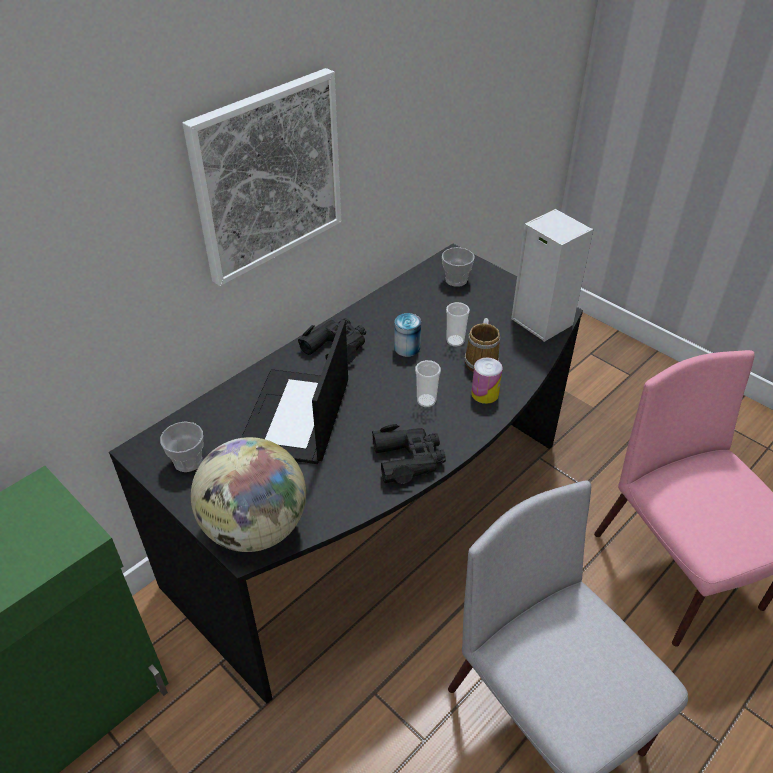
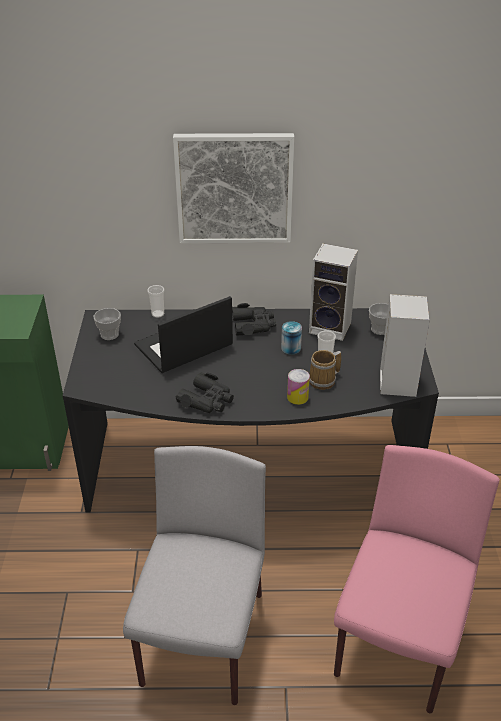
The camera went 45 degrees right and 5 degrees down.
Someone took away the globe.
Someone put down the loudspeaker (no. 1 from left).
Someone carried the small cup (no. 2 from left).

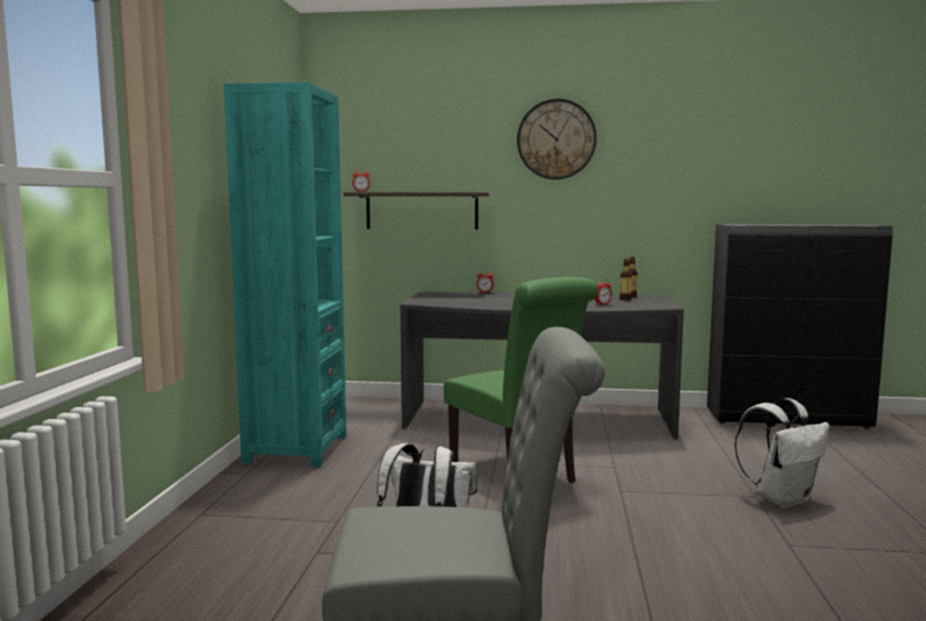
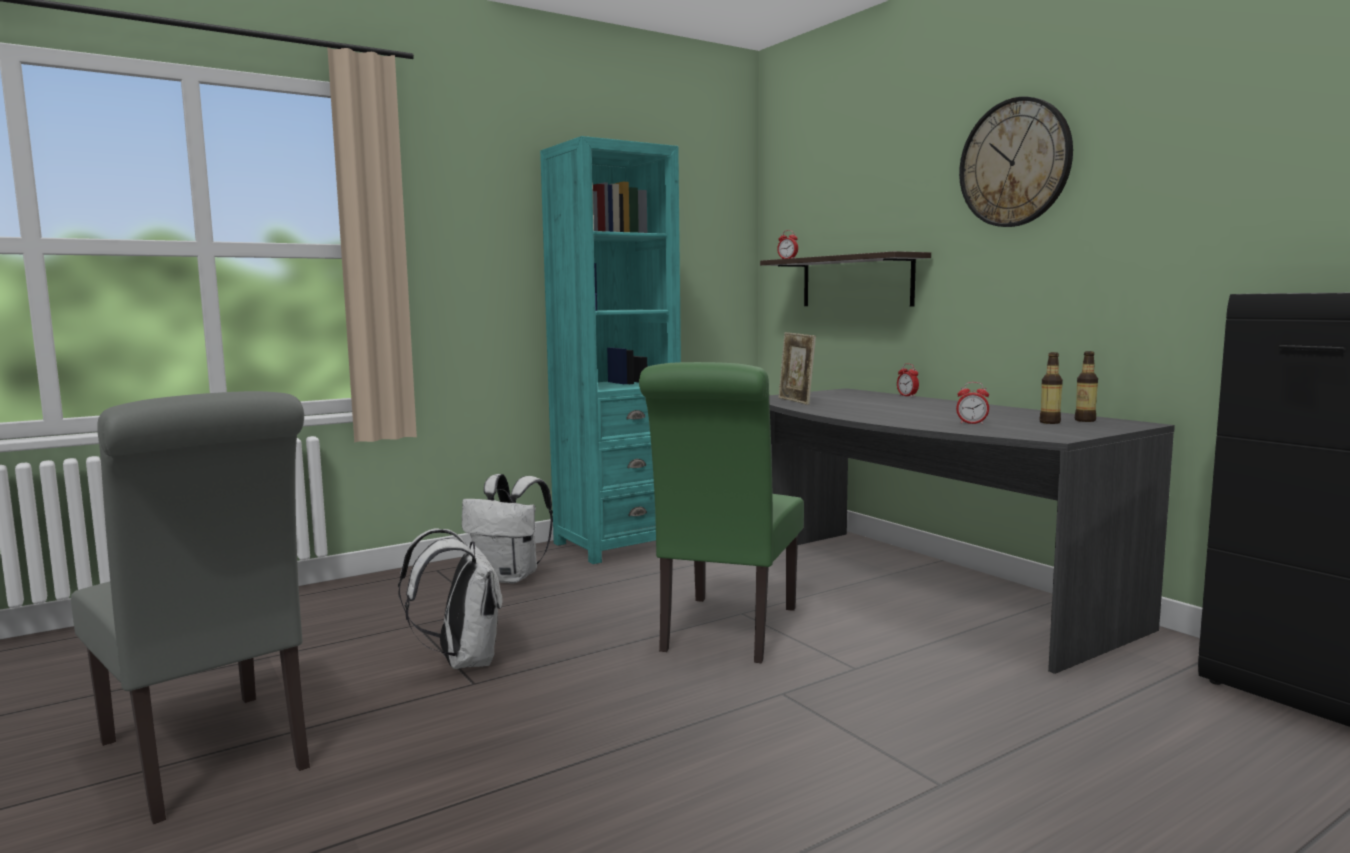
The camera went 50 degrees right and 0 degrees up.
Someone put down the standing frame.
Someone carried the white-coloured knapsack (no. 2 from left).

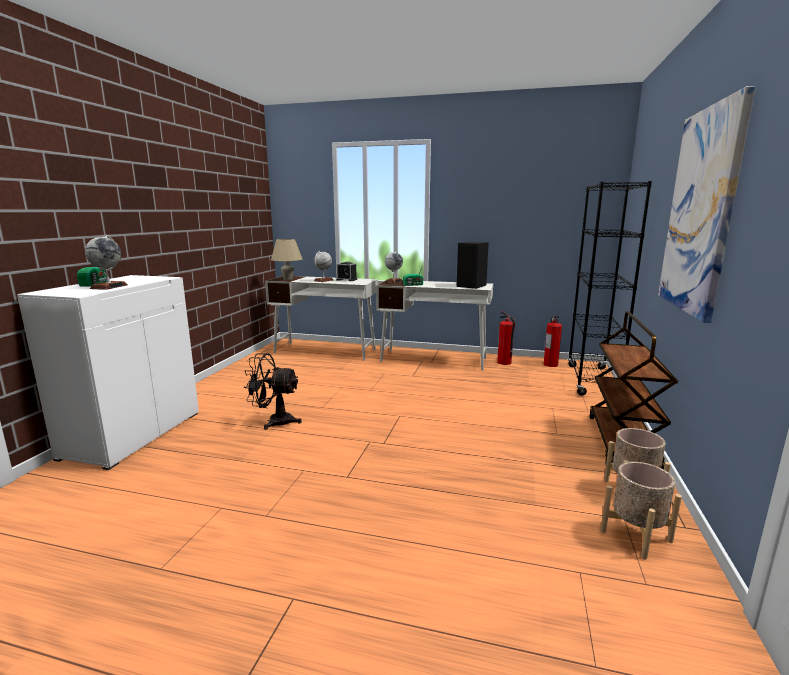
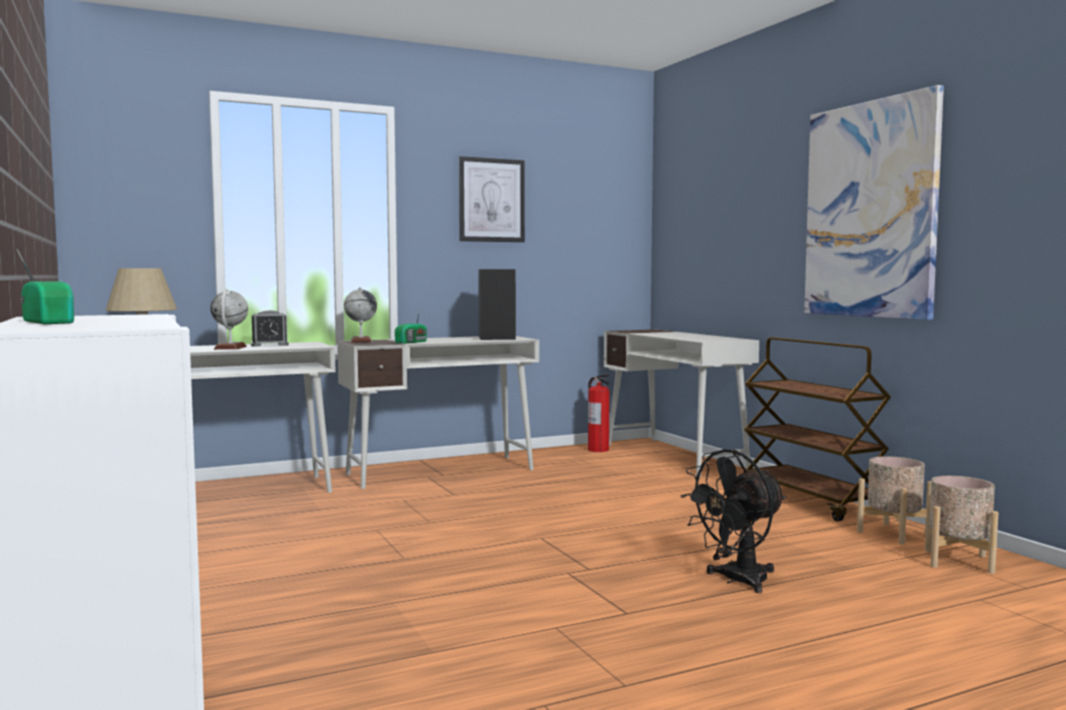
The camera went 40 degrees left and 10 degrees down.
Someone took away the globe (no. 1 from left).
Someone took away the extinguisher (no. 1 from left).
Someone put up the wall art (no. 1 from left).
Someone carried the blackish electric fan.
Someone swapped the blackish bookshelf for the white-coloured desk unit (no. 3 from left).

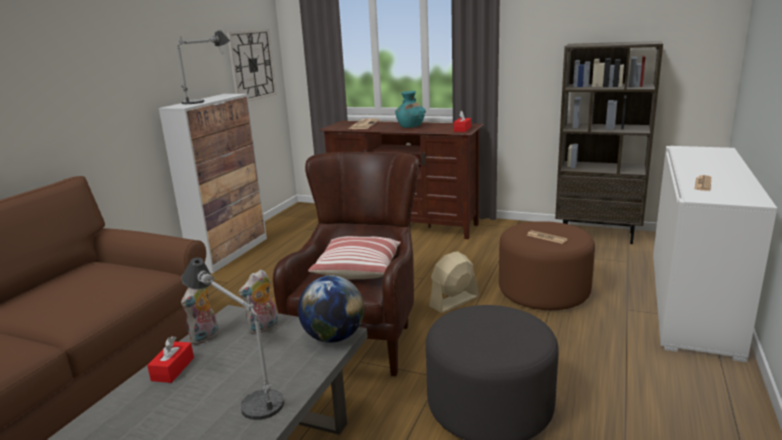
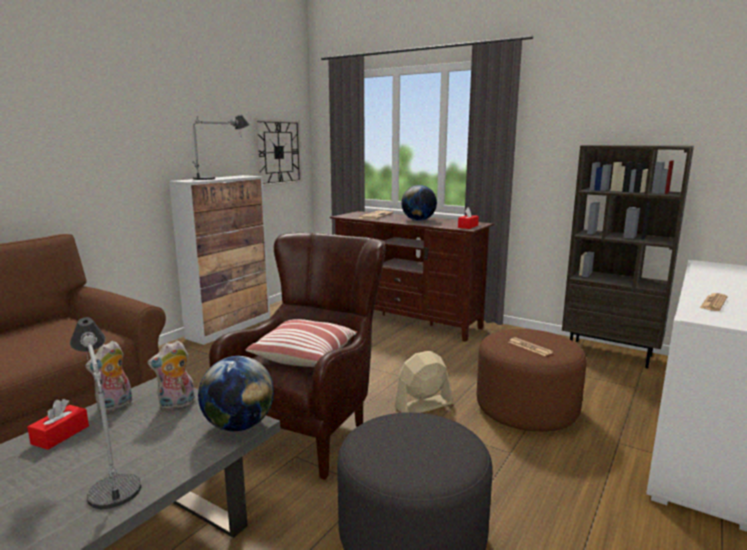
The camera went 10 degrees right and 5 degrees down.
Someone swapped the turquoise-coloured vase for the globe (no. 2 from left).

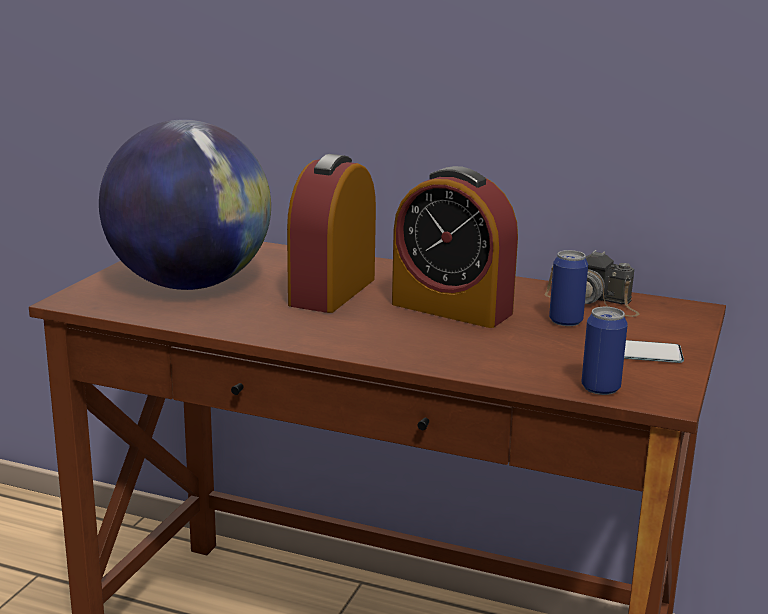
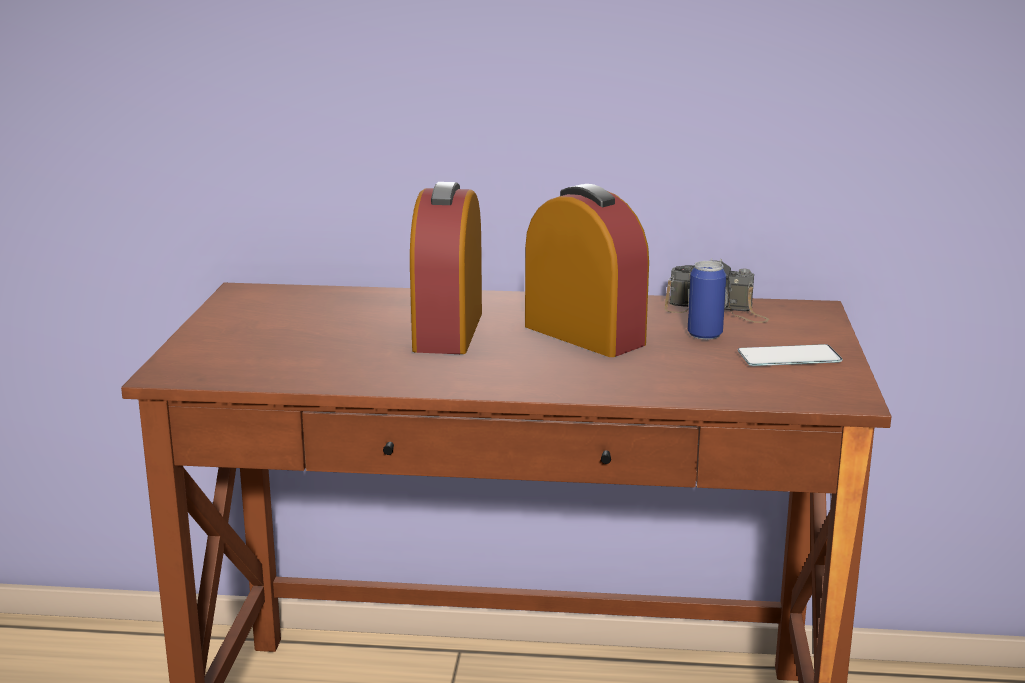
The camera went 15 degrees left and 0 degrees up.
Someone took away the globe.
Someone took away the sealed can (no. 2 from left).
Someone rotated the bedside clock (no. 2 from left) by 150 degrees counterclockwise.

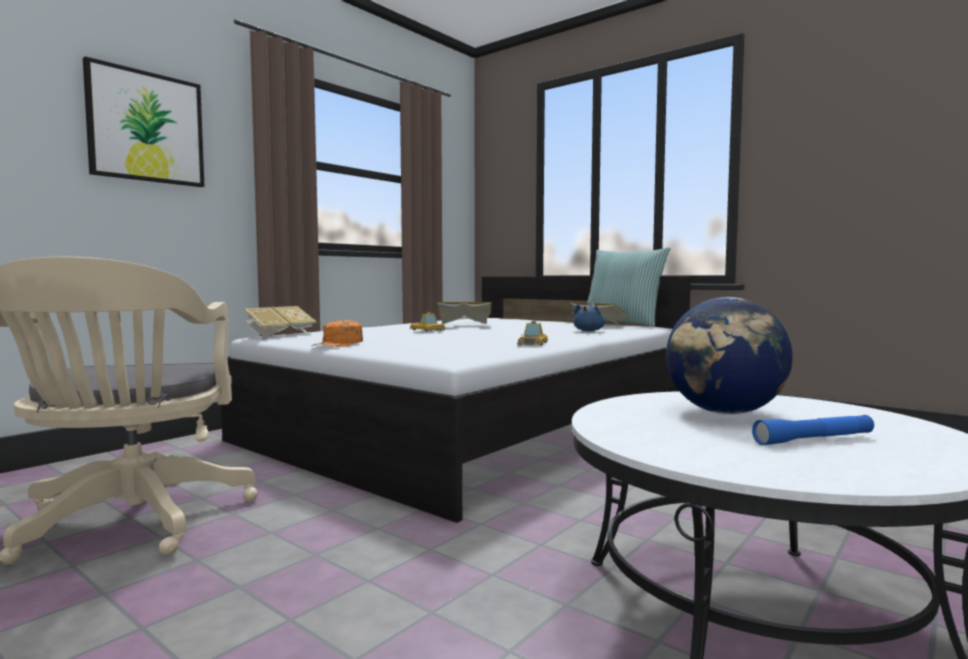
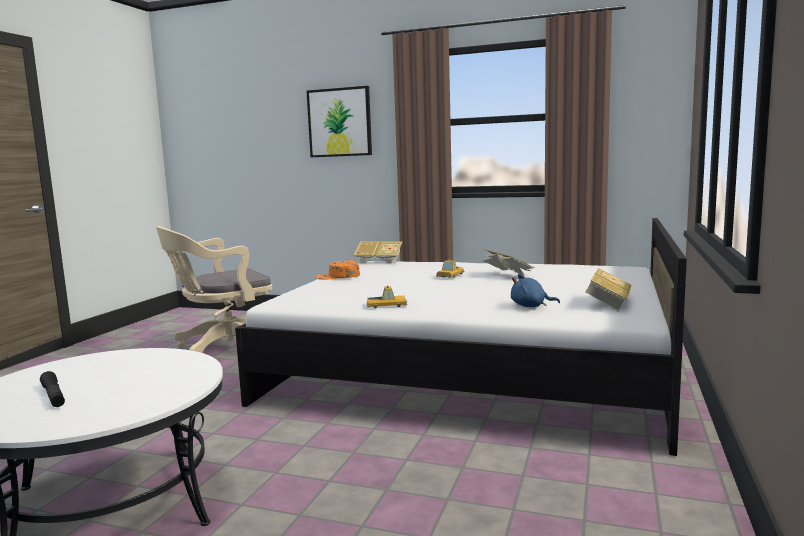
The camera went 70 degrees right and 5 degrees up.
Someone took away the cushion.
Someone took away the globe.
Someone repainted the bluish flashlight, which became the blackish flashlight.

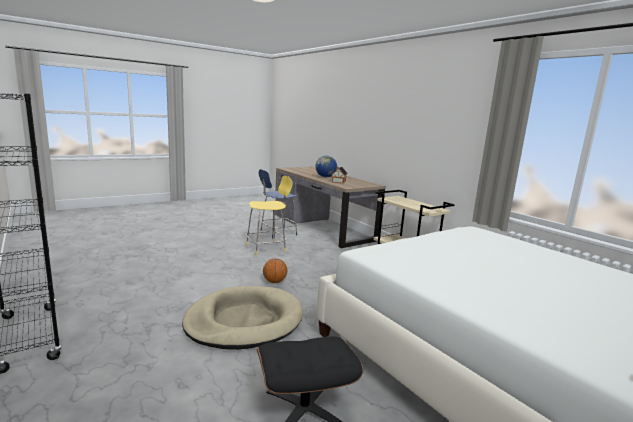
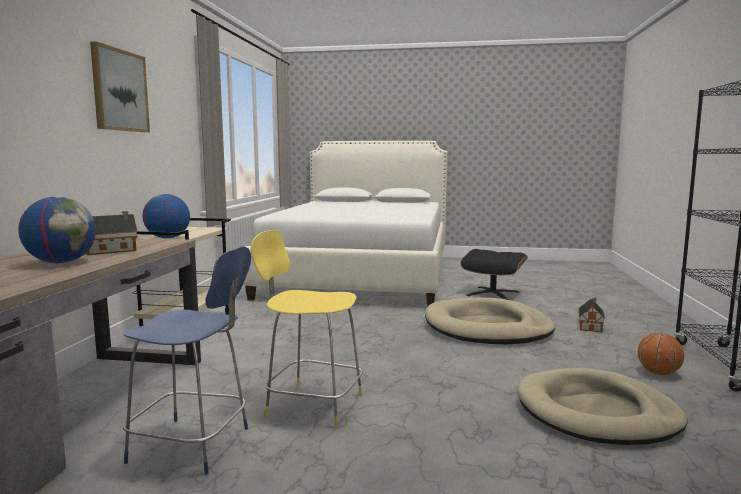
The camera went 135 degrees left and 5 degrees down.
Someone put up the wall art.
Someone put down the globe (no. 2 from left).
Someone put down the sand-coloured pet bed (no. 2 from left).
Someone put down the toy house (no. 2 from left).
Someone carried the basketball.

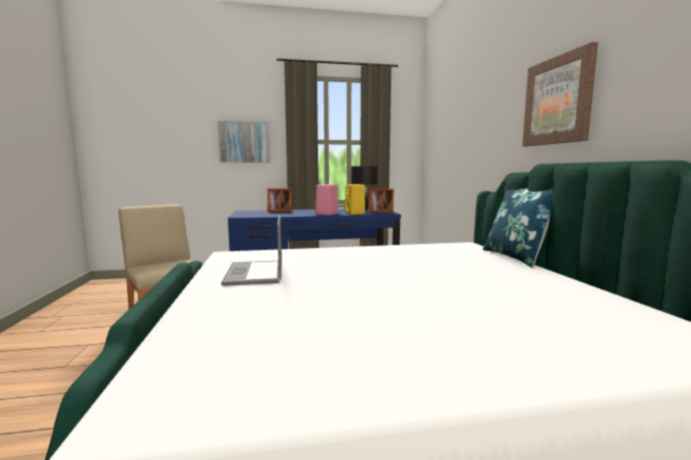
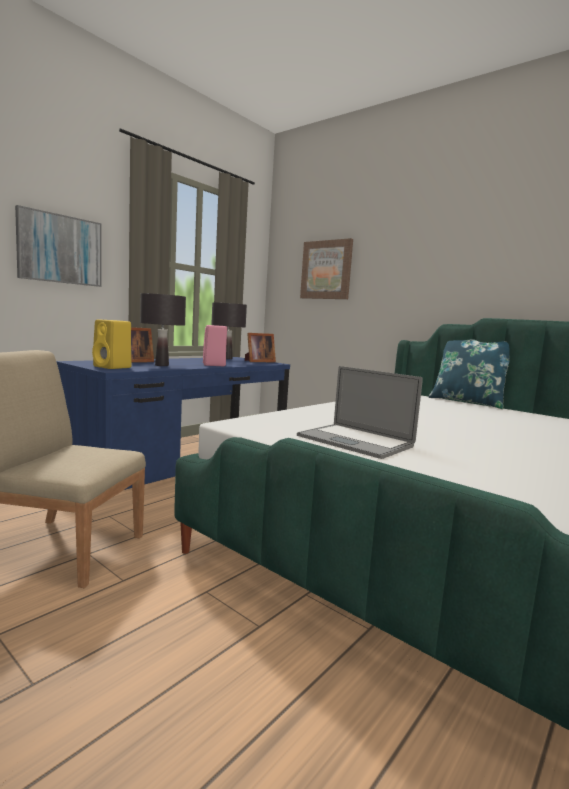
The camera went 40 degrees left and 0 degrees up.
Someone put down the blackish tabletop lamp (no. 1 from left).
Someone carried the yellow-coloured loudspeaker.
Someone carried the wall art (no. 2 from left).

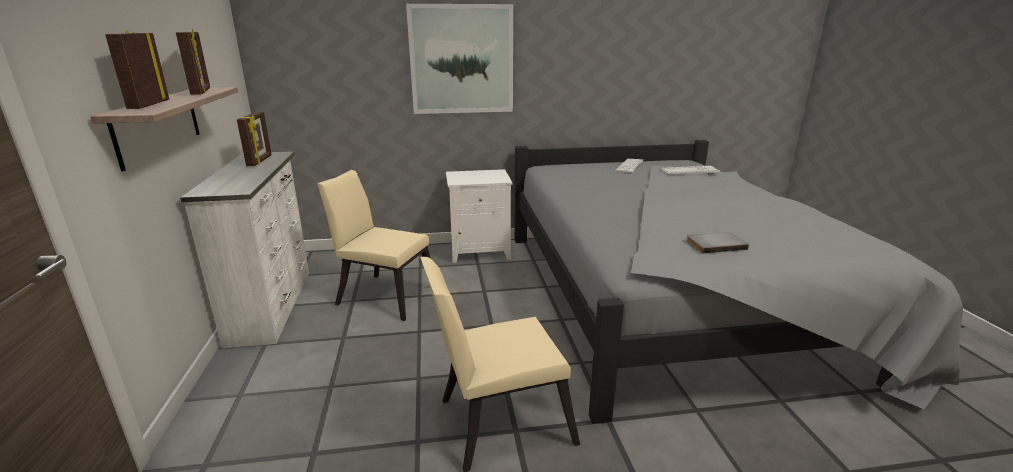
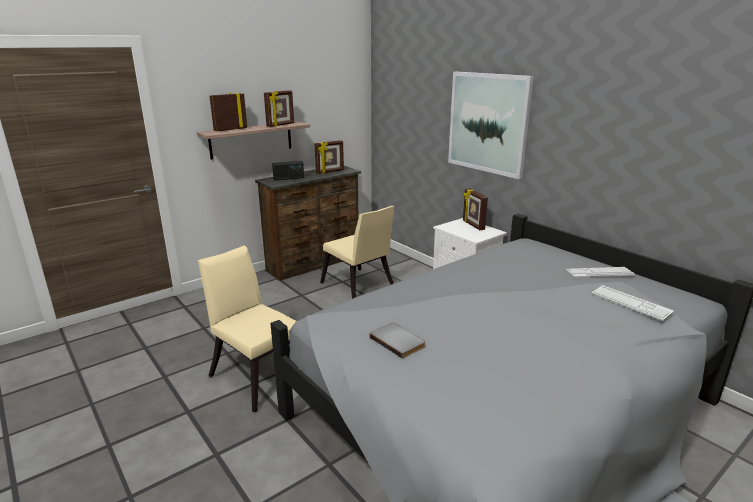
The camera went 60 degrees right and 0 degrees up.
Someone put down the radio.
Someone put down the standing frame (no. 4 from left).
Someone repainted the white-coloured dresser, which became the brownish dresser.
Someone rotated the sand-coloured plain chair (no. 1 from left in the first image) by 150 degrees clockwise.

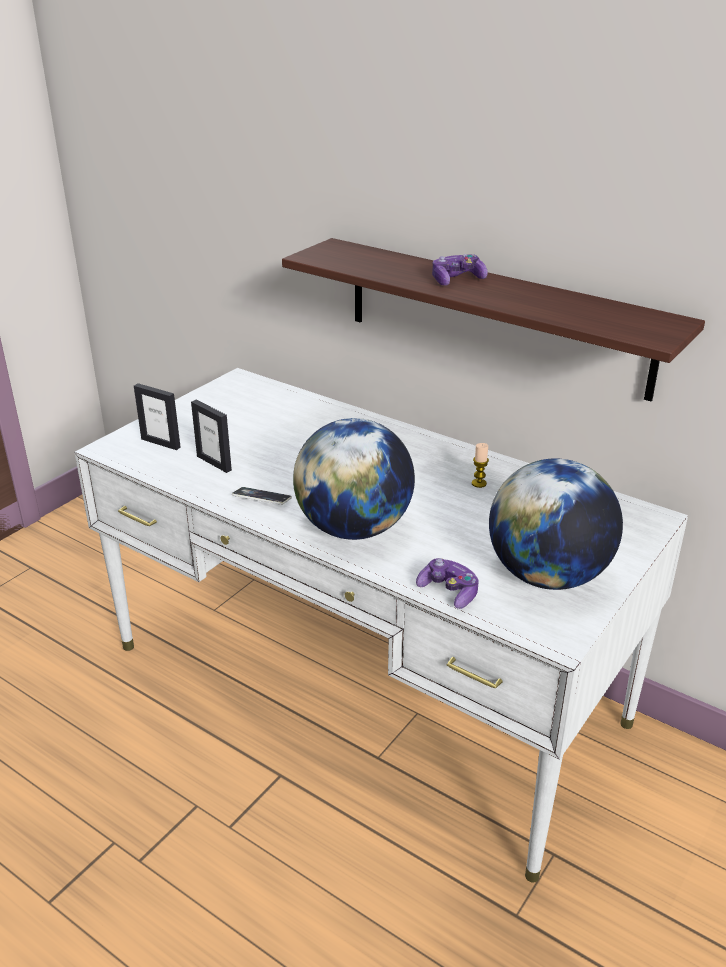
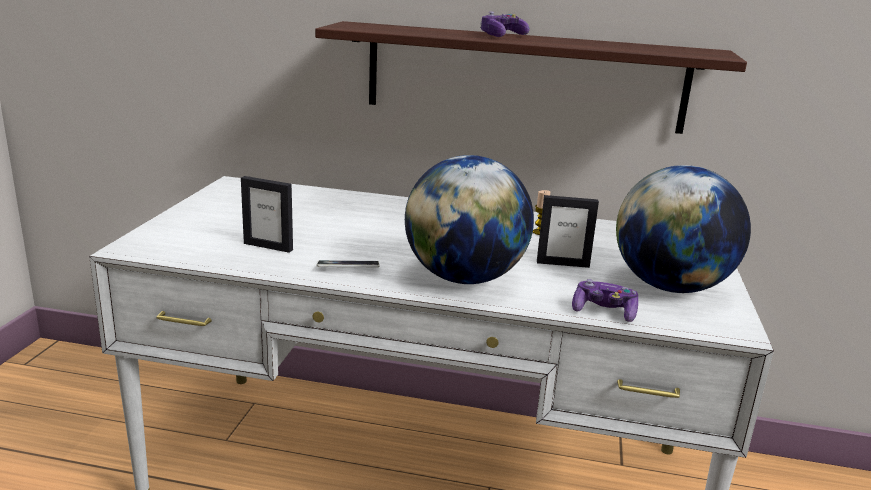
The camera went 25 degrees left and 10 degrees down.
Someone carried the standing frame (no. 1 from left in the first image).

